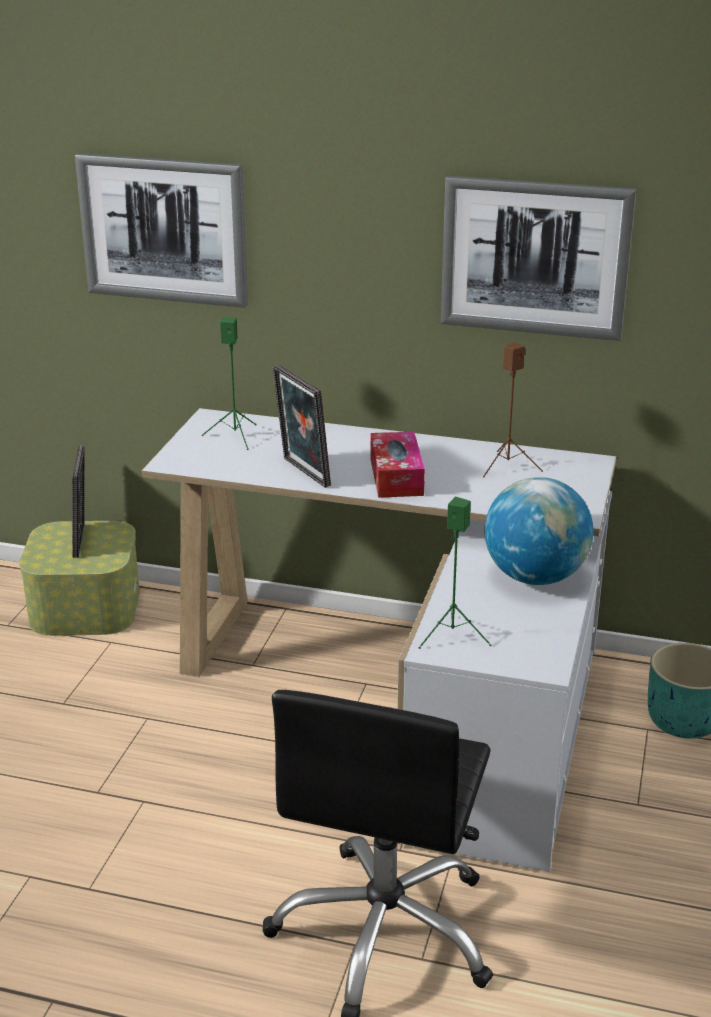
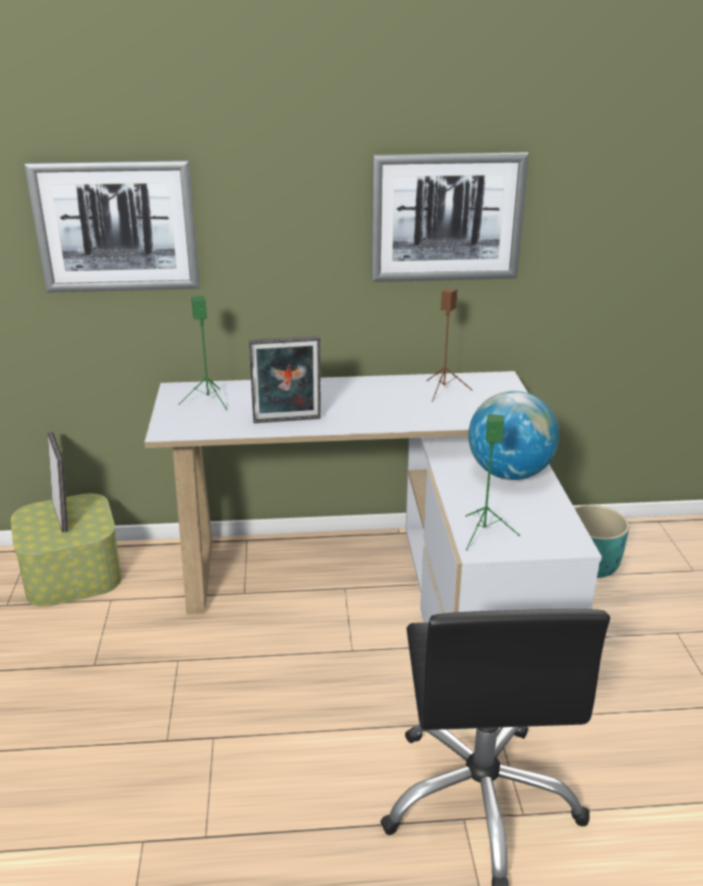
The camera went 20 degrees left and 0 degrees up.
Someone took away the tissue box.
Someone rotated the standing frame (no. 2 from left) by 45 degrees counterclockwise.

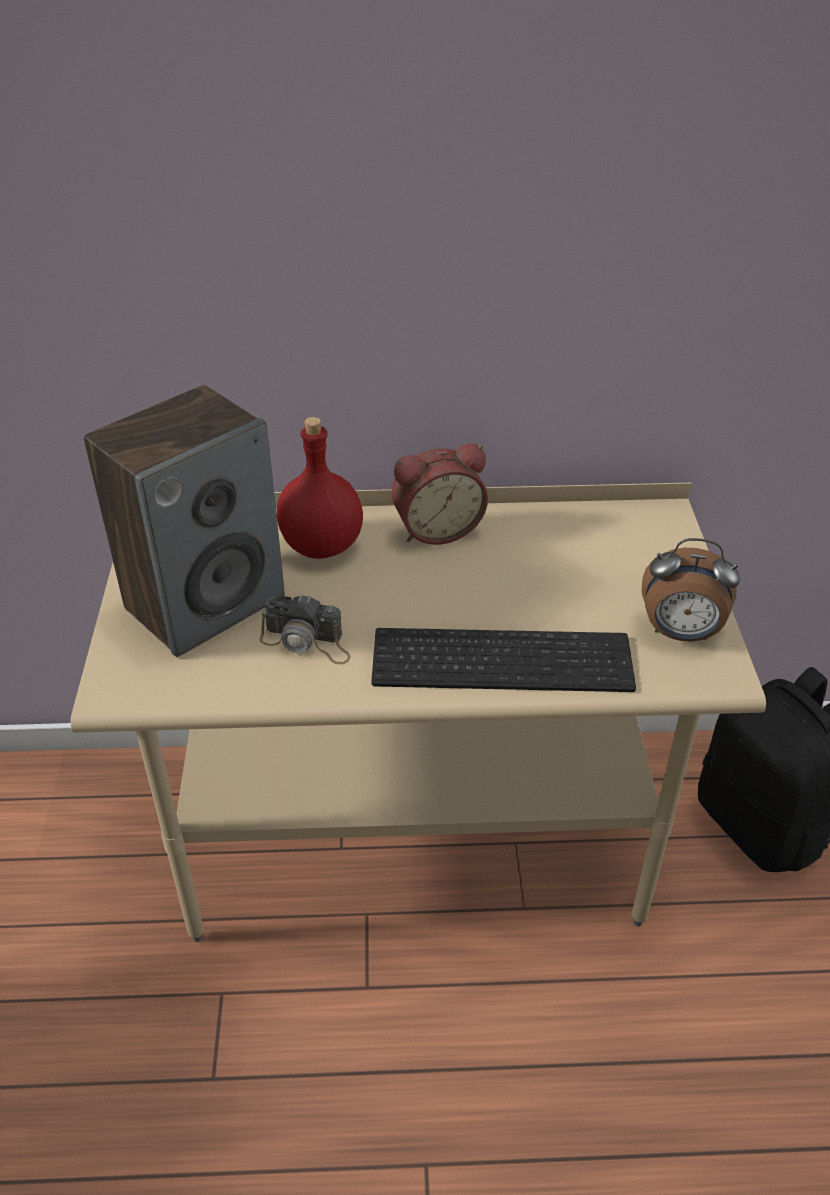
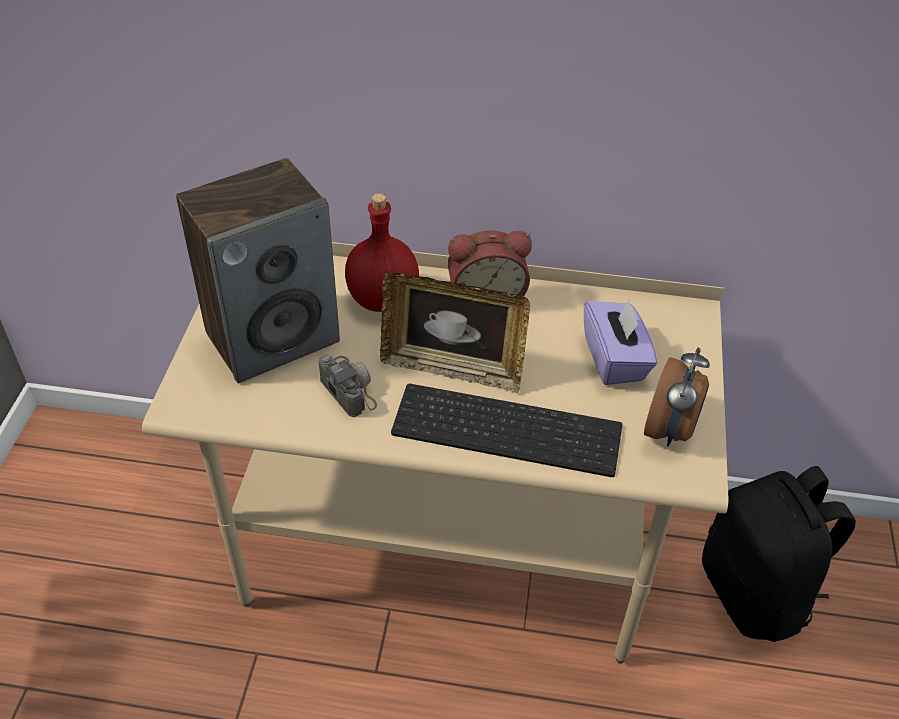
The camera went 10 degrees right and 5 degrees up.
Someone put down the standing frame.
Someone put down the purple-coloured tissue box.
Someone rotated the still camera by 150 degrees counterclockwise.
Someone rotated the bedside clock (no. 2 from left) by 90 degrees counterclockwise.

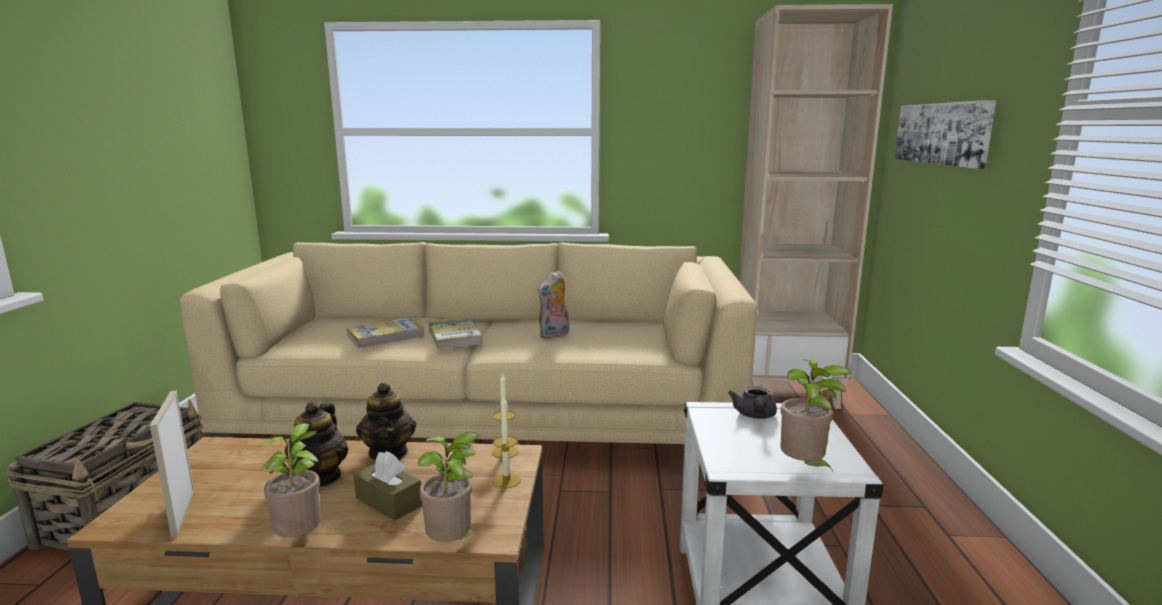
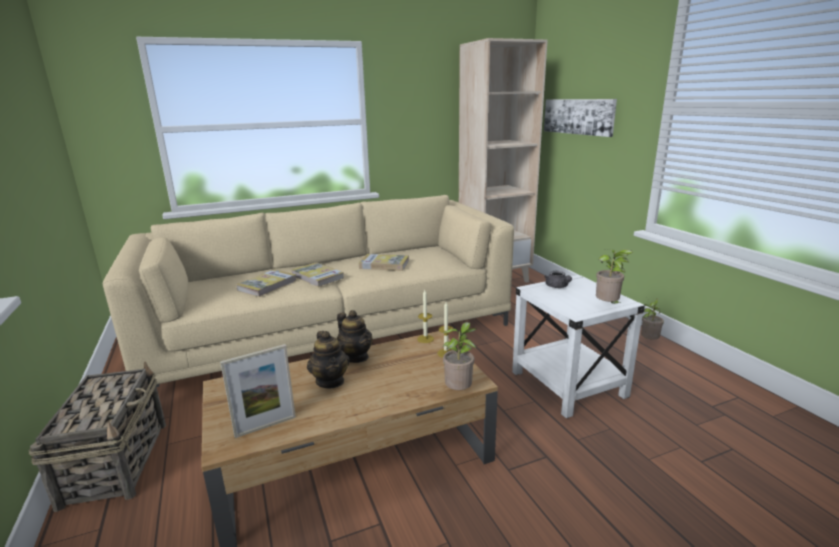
The camera went 25 degrees left and 5 degrees up.
Someone took away the brownish tissue box.
Someone carried the potted plant (no. 1 from left in the first image).
Someone swapped the cuddly toy for the book (no. 3 from left).
Someone rotated the standing frame by 75 degrees counterclockwise.

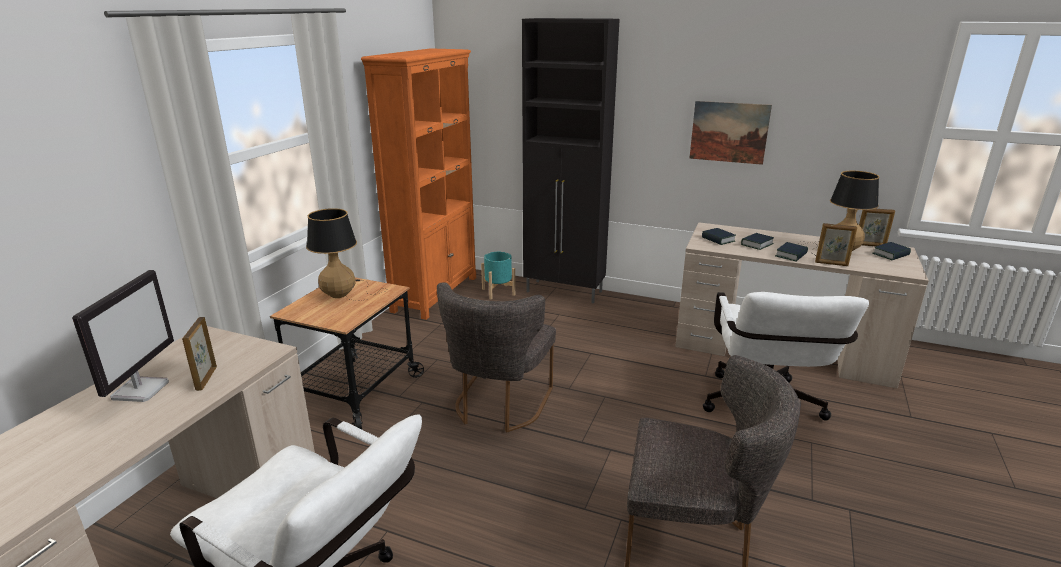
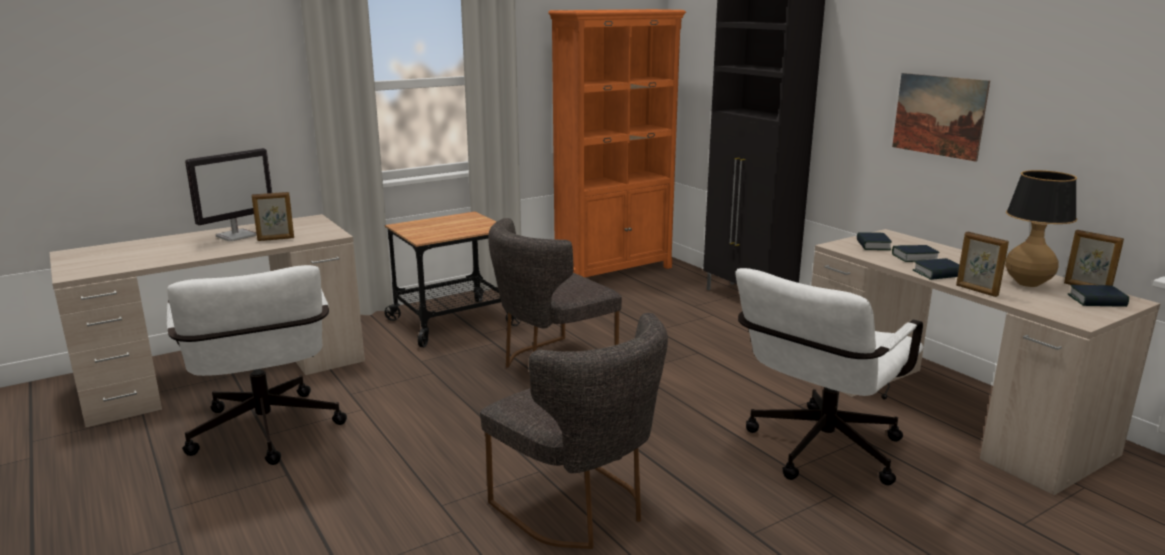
The camera went 35 degrees right and 5 degrees down.
Someone took away the tabletop lamp (no. 1 from left).
Someone took away the turquoise-coloured flower pot.
Someone rotated the standing frame (no. 1 from left) by 135 degrees counterclockwise.

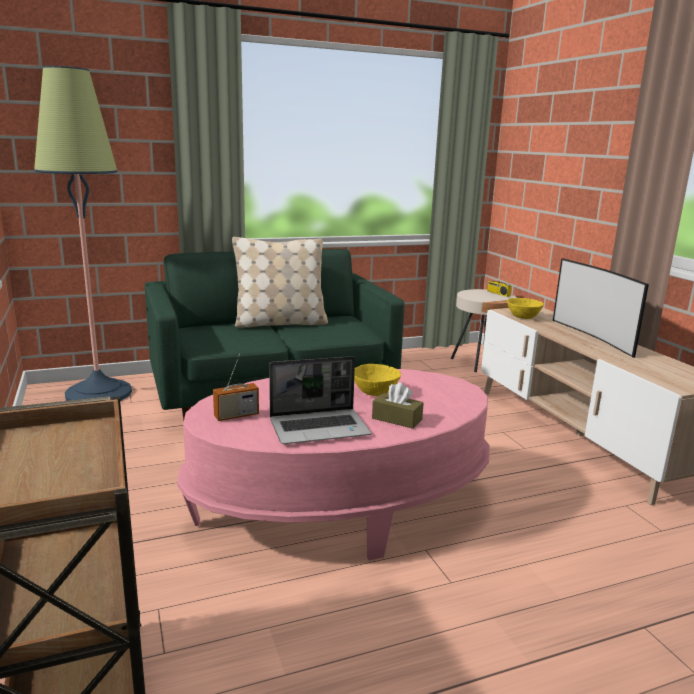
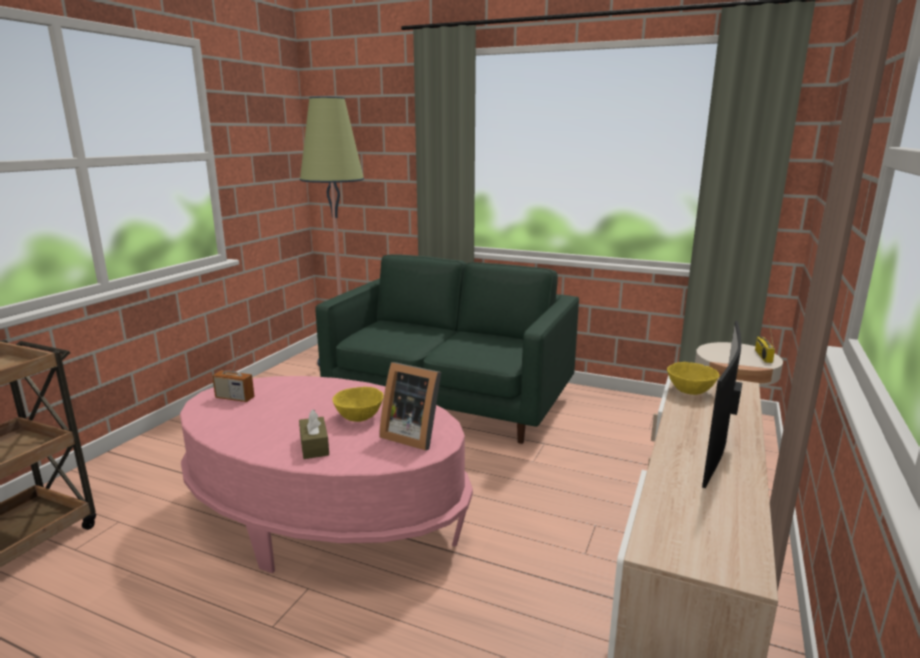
The camera went 45 degrees right and 0 degrees up.
Someone took away the sand-coloured cushion.
Someone took away the notebook computer.
Someone put down the standing frame.

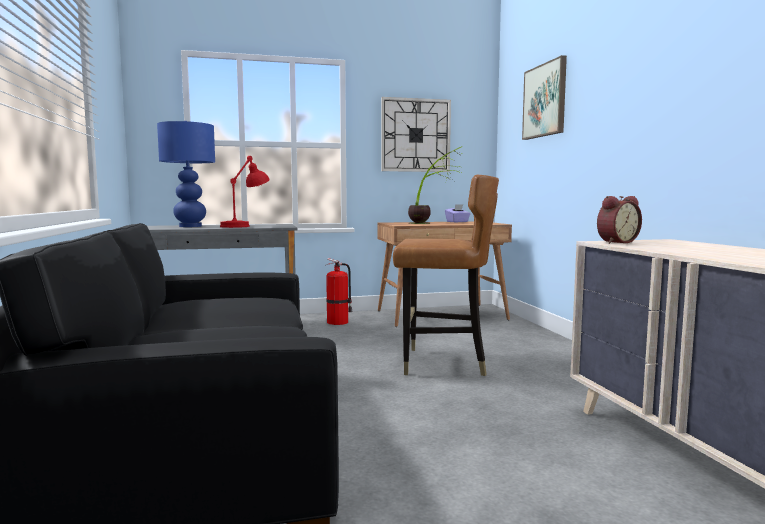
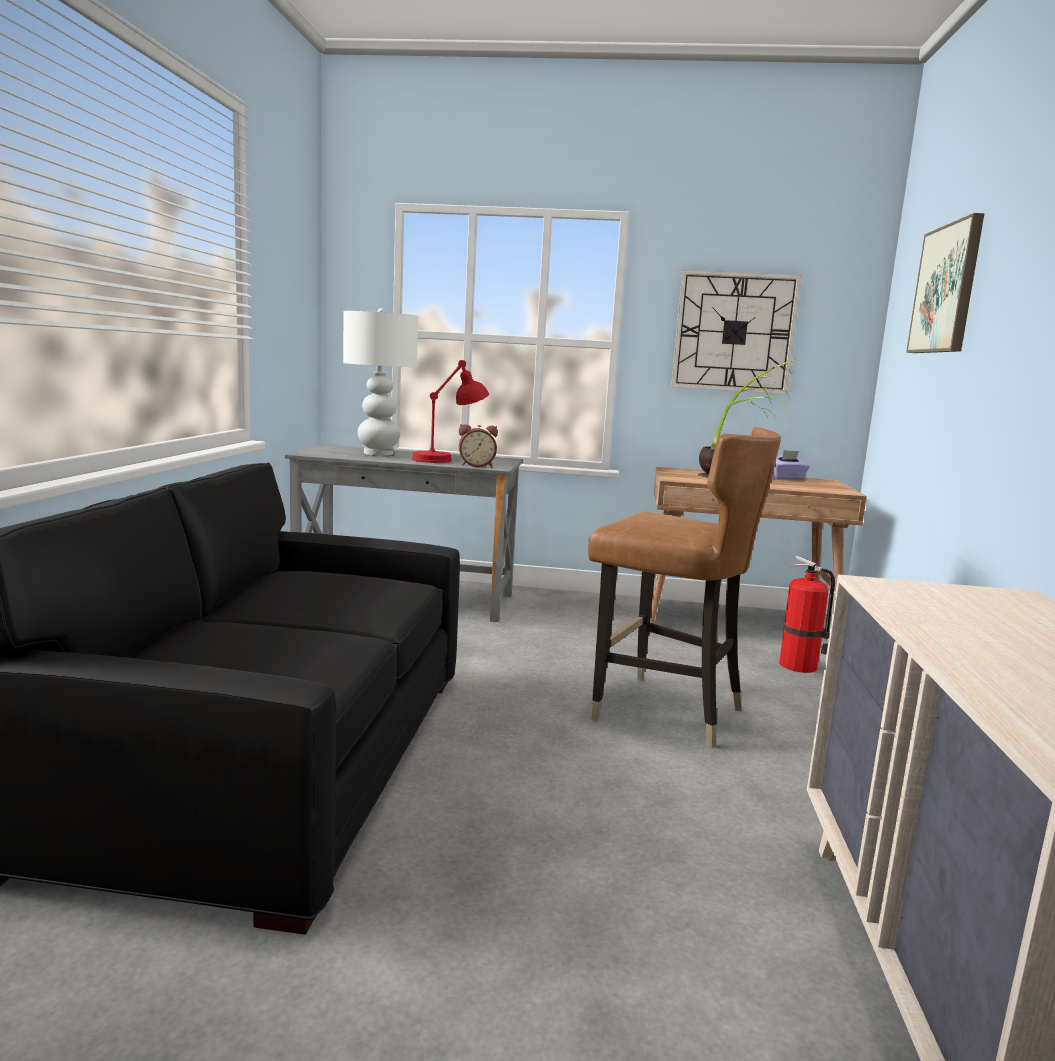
The camera went 20 degrees right and 5 degrees up.
Someone carried the extinguisher.
Someone carried the bedside clock.
Someone repainted the bluish tabletop lamp, which became the white-coloured tabletop lamp.

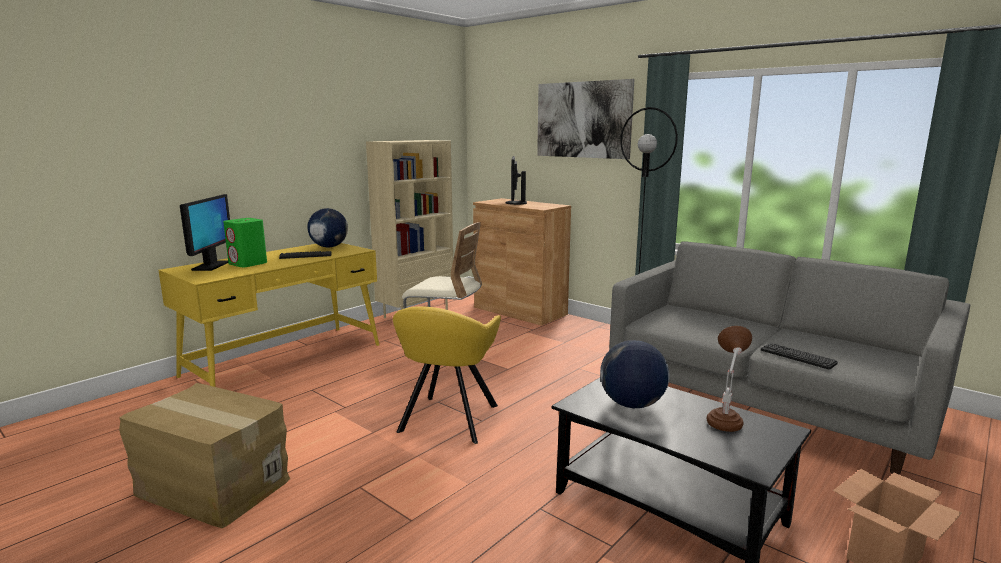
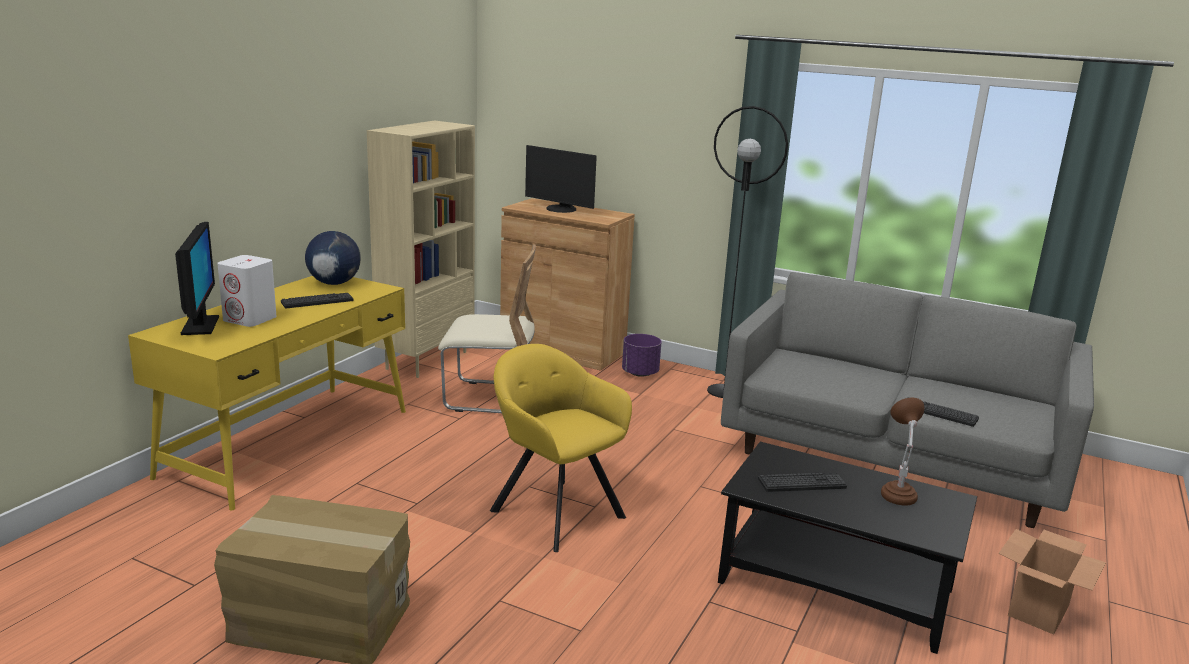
The camera went 15 degrees left and 5 degrees up.
Someone took away the wall art.
Someone put down the purple-coloured flower pot.
Someone swapped the globe (no. 2 from left) for the computer keyboard (no. 2 from left).
Someone repainted the green loudspeaker, which became the white-coloured loudspeaker.
Someone rotated the yellow-coloured easy chair by 135 degrees clockwise.
Someone rotated the monitor (no. 2 from left) by 45 degrees counterclockwise.

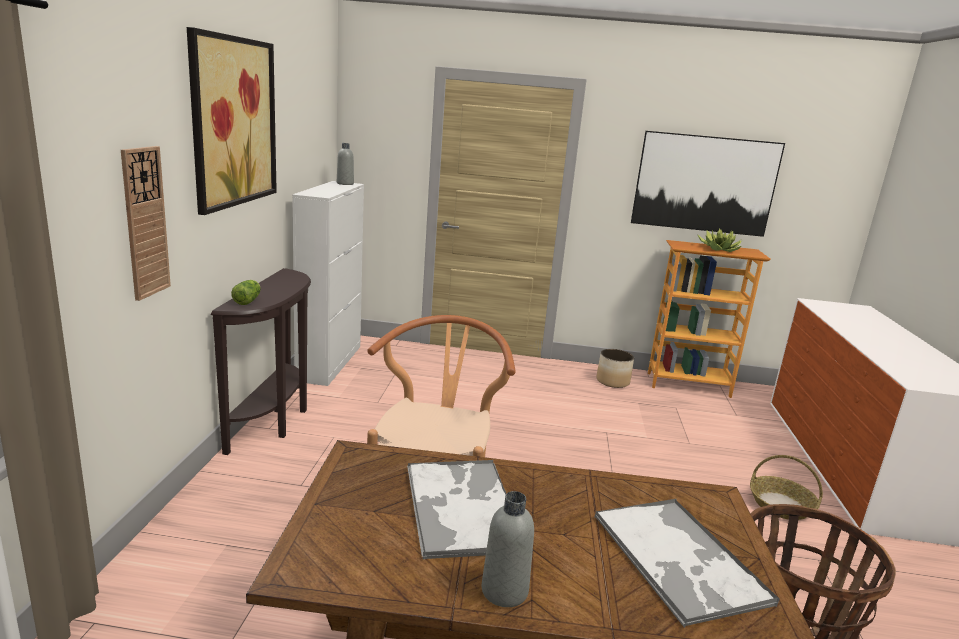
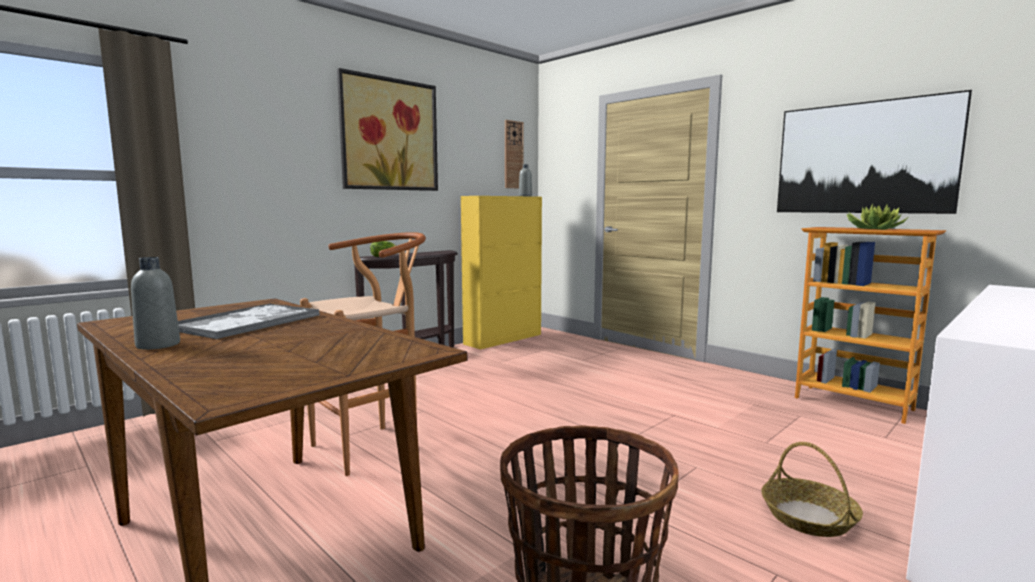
The camera went 40 degrees right and 10 degrees down.
Someone took away the carrying tray (no. 2 from left).
Someone took away the flower pot.
Someone carried the wall clock.
Someone repainted the white-coloured storage cabinet, which became the yellow-coloured storage cabinet.

